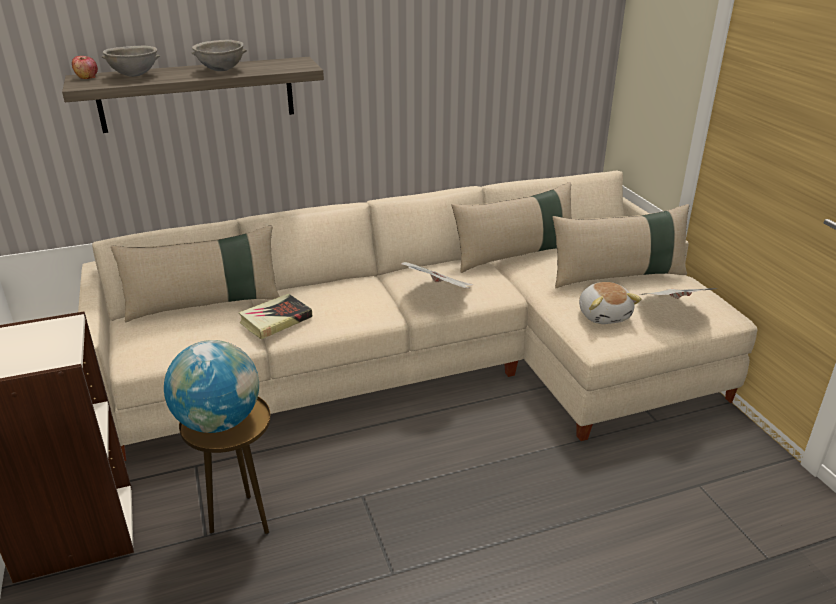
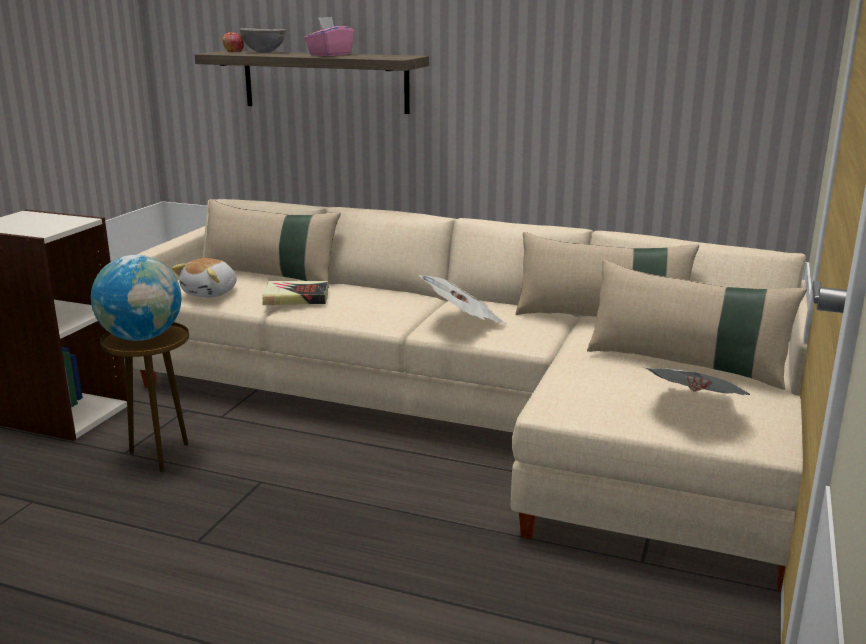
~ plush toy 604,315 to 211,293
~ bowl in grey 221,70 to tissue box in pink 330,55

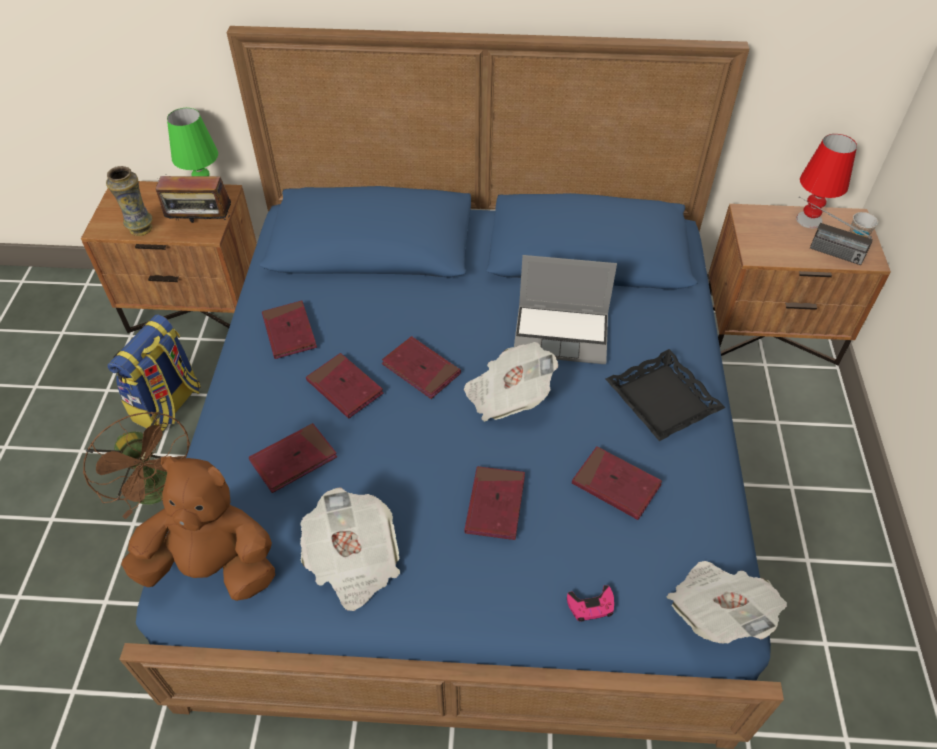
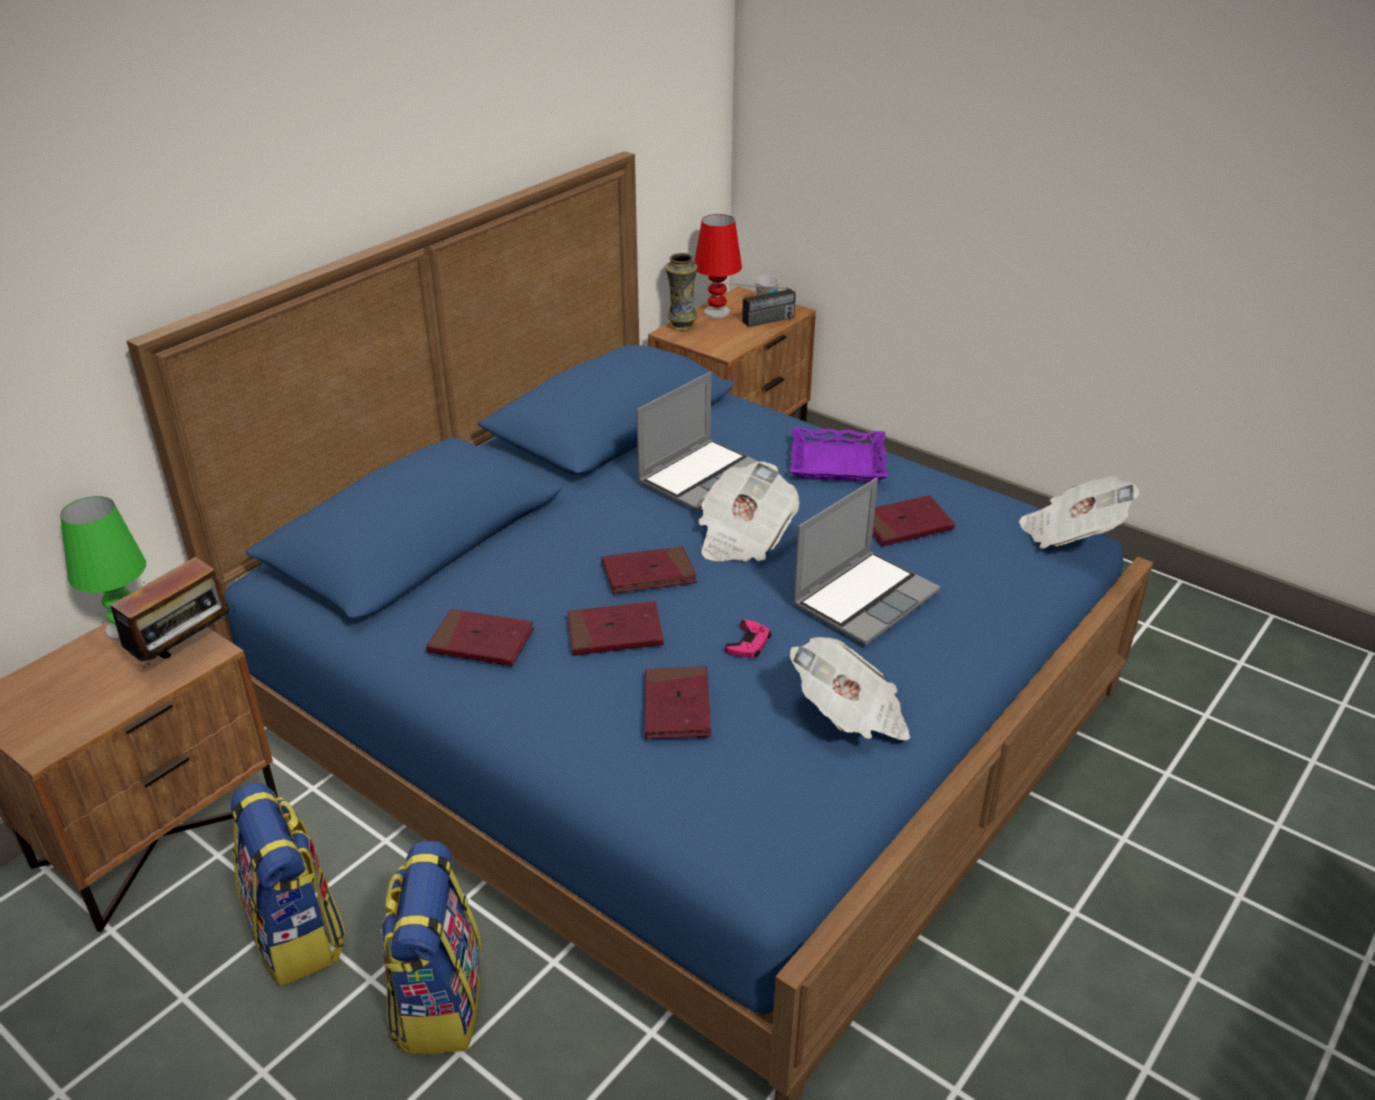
- plush toy in brown 213,566
~ vase 140,228 to 681,326
~ game controller in pink 591,605 to 748,643
~ fan in brown 159,492 to backpack 438,1001
~ book in red 495,505 to laptop 865,598
~ tray in black 661,400 to tray in purple 837,462

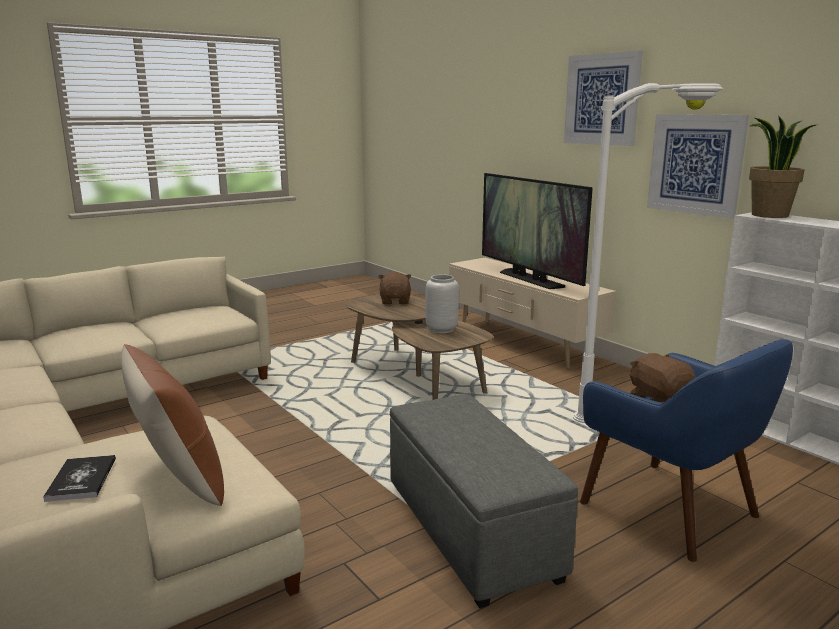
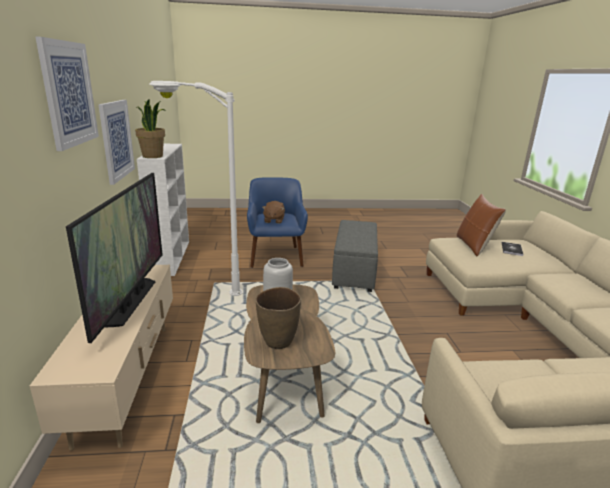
~ plush toy in brown 395,301 to vase in brown 278,342

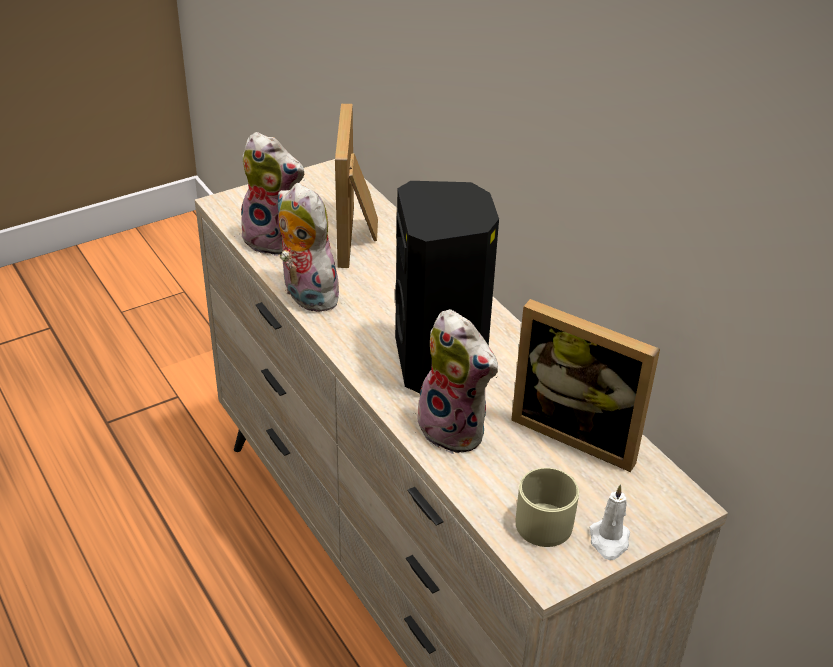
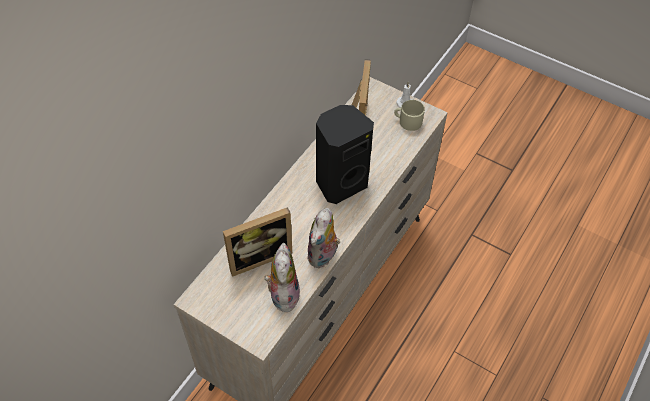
- plush toy 456,429

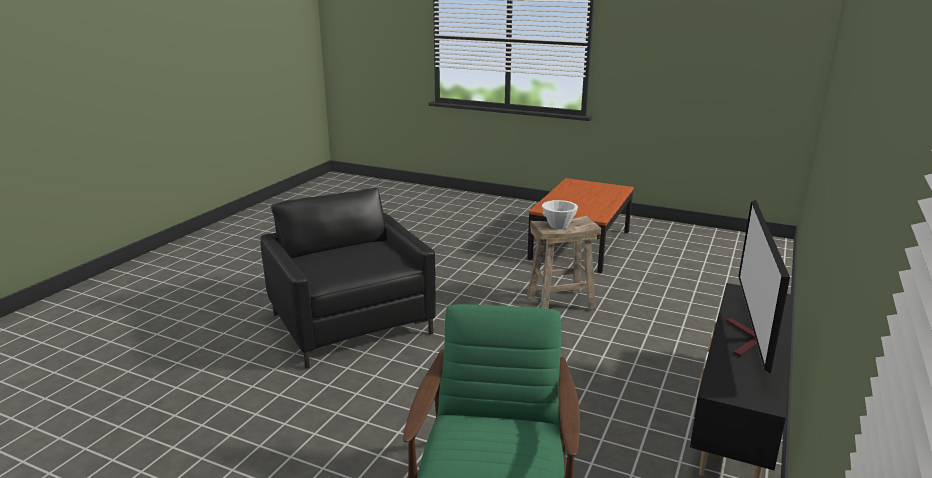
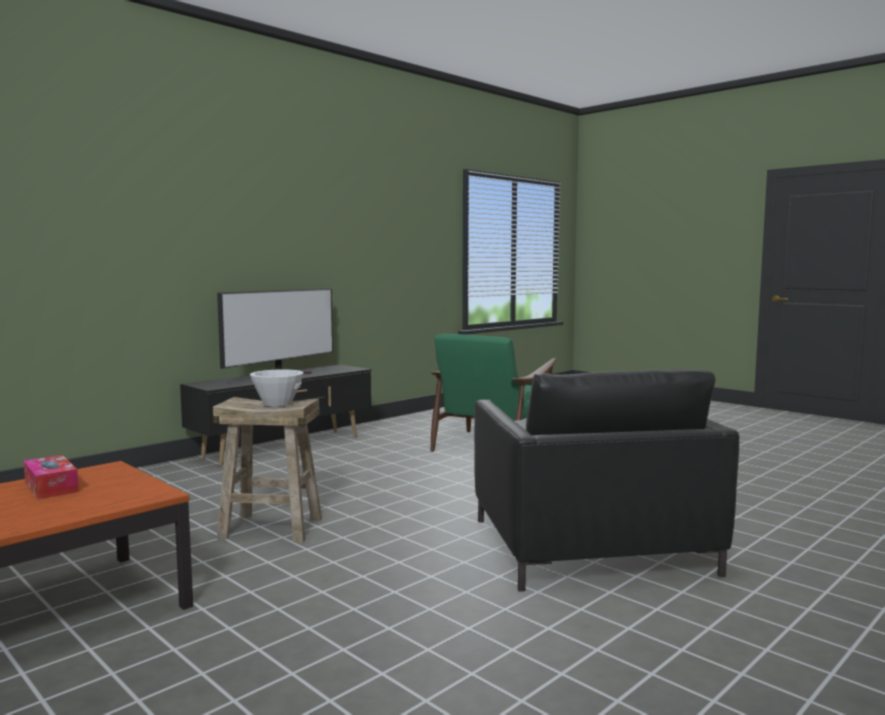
+ tissue box 51,487

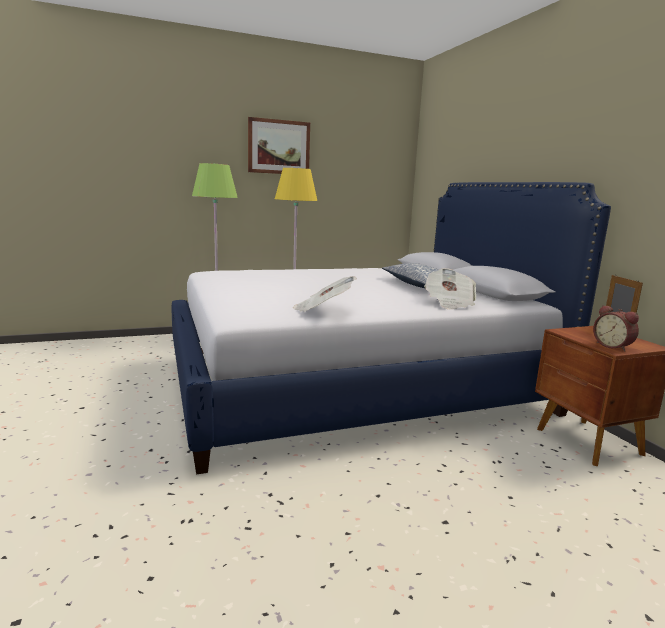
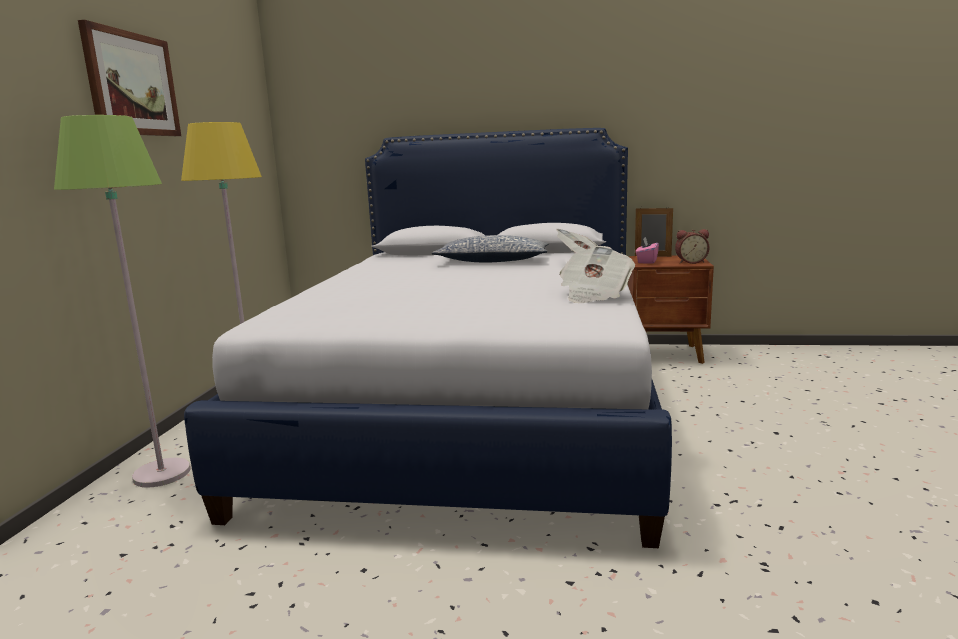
+ tissue box in pink 646,261

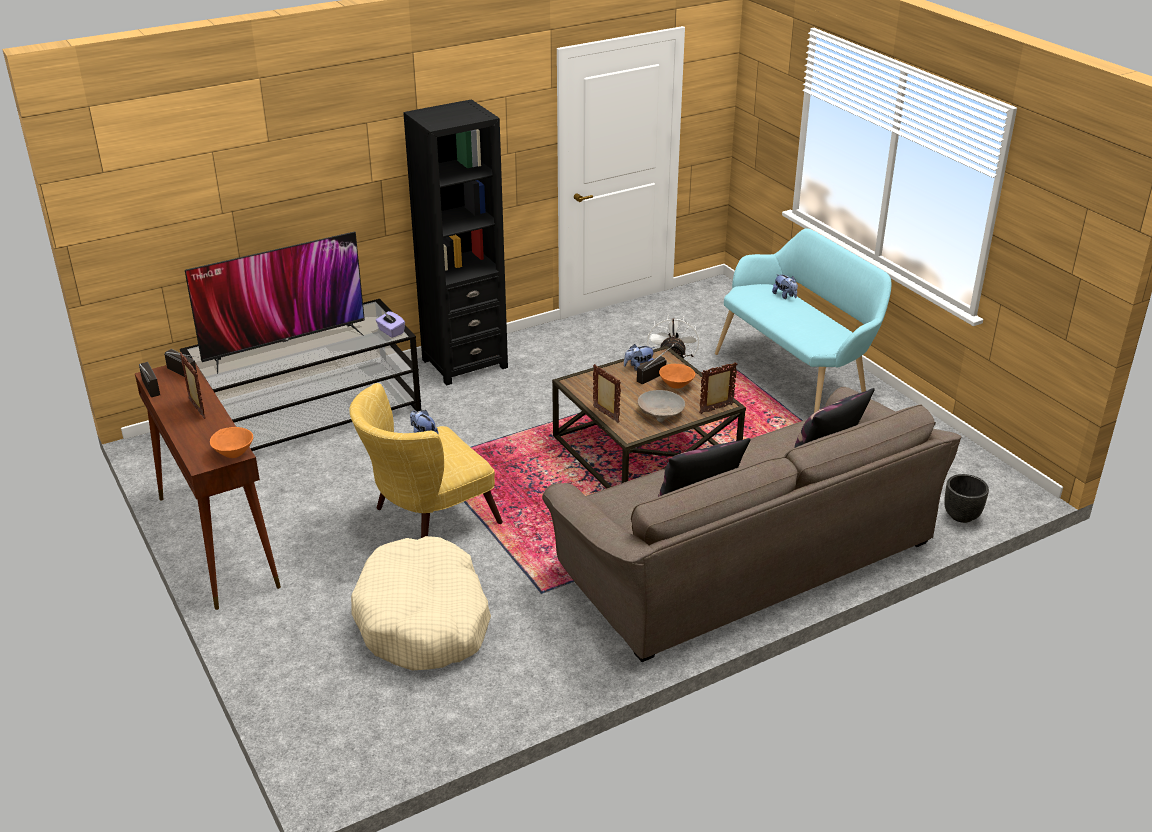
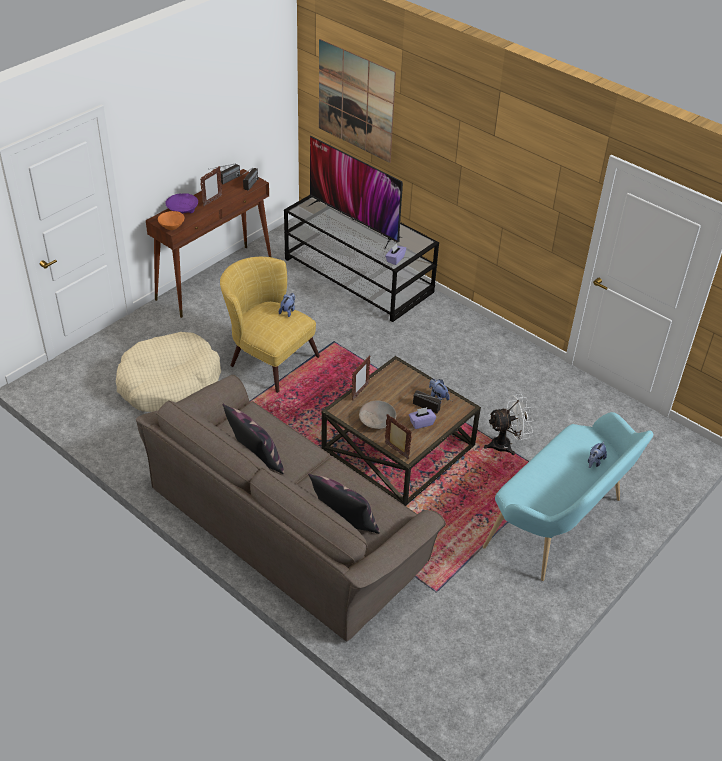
- bookcase in black 464,363
- planter in black 961,516
+ bowl in purple 182,209
+ picture 356,101
~ bowl in orange 676,385 to tissue box in purple 421,423

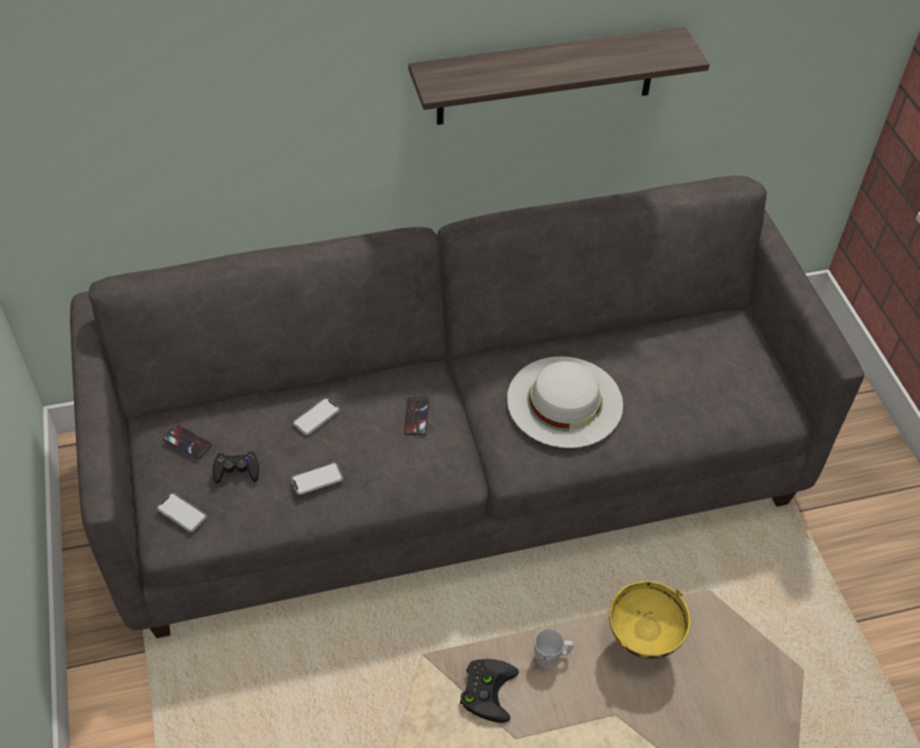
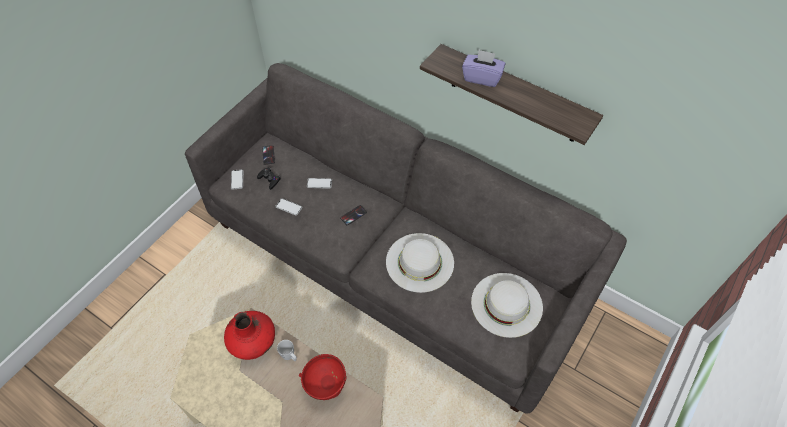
+ tissue box in purple 482,77
+ hat in white 506,304
~ game controller in black 486,689 to vase in red 253,342
~ bowl in yellow 640,646 to bowl in red 325,388

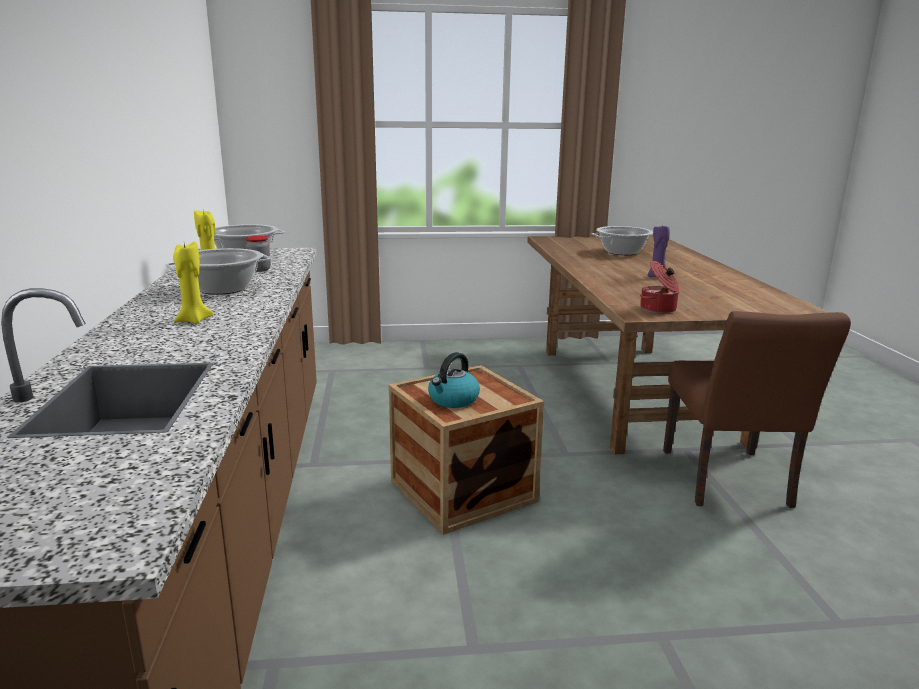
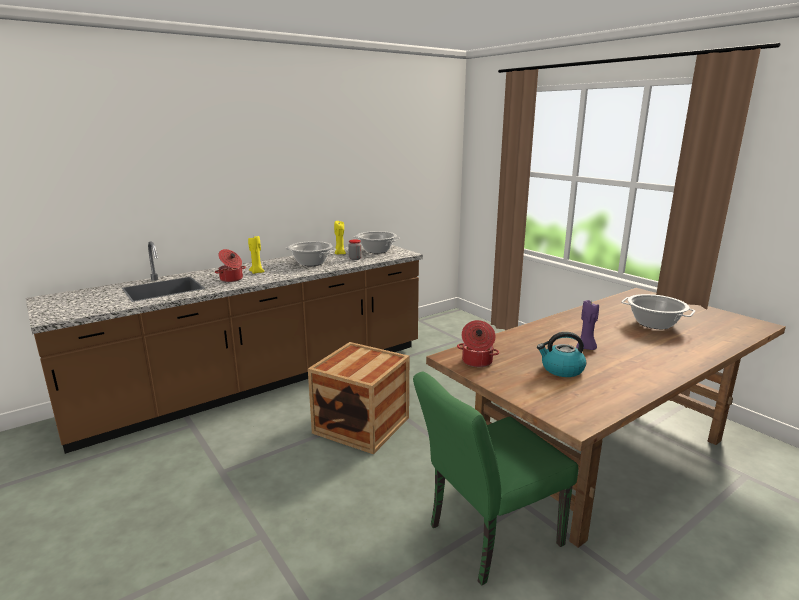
+ cooking pot 231,279
~ kettle 453,400 to 561,369
~ chair in brown 728,483 to chair in green 486,538

